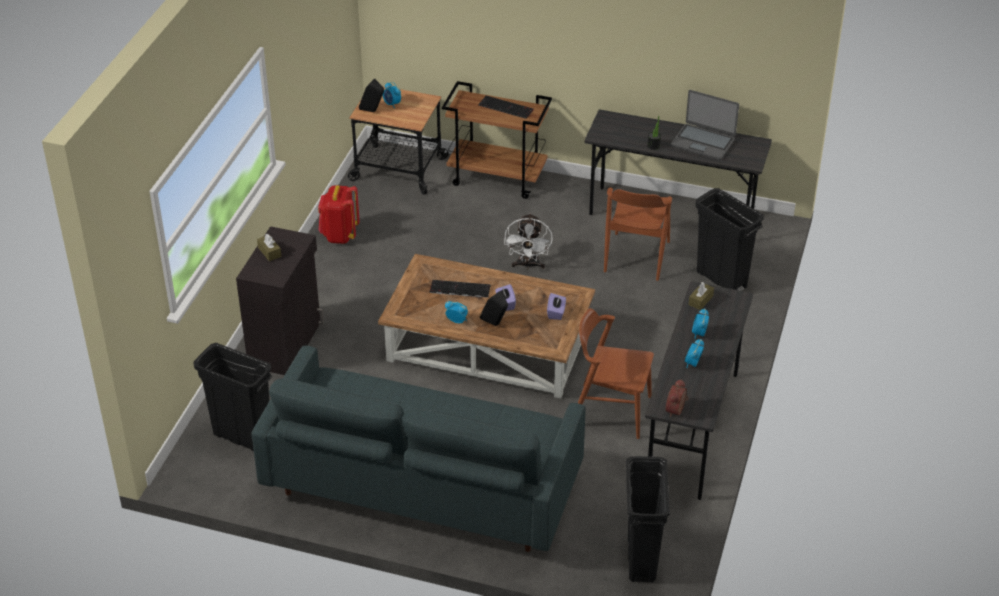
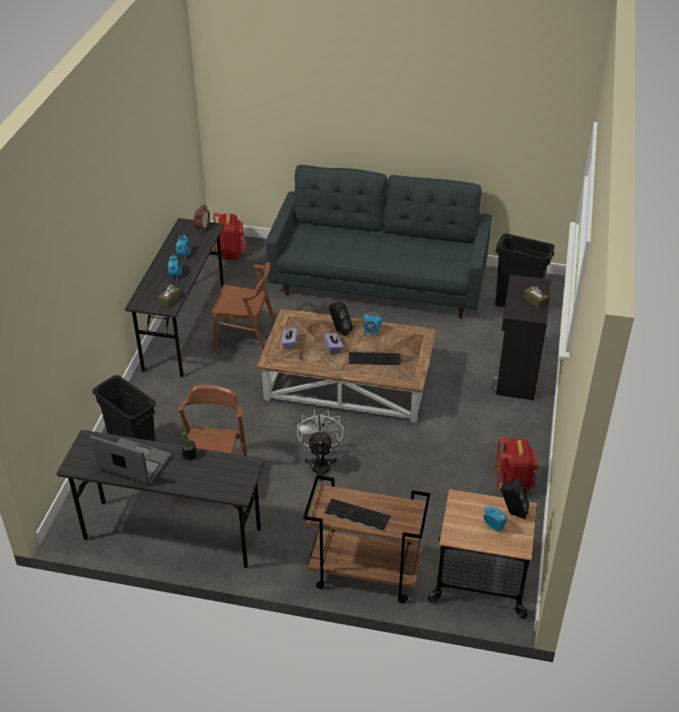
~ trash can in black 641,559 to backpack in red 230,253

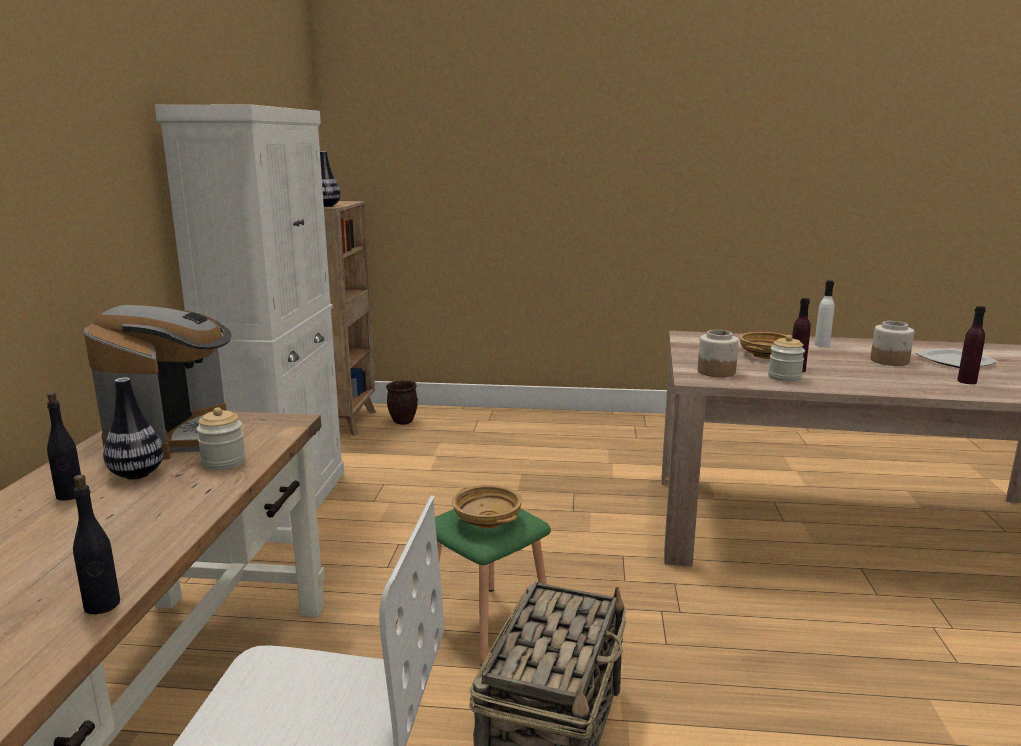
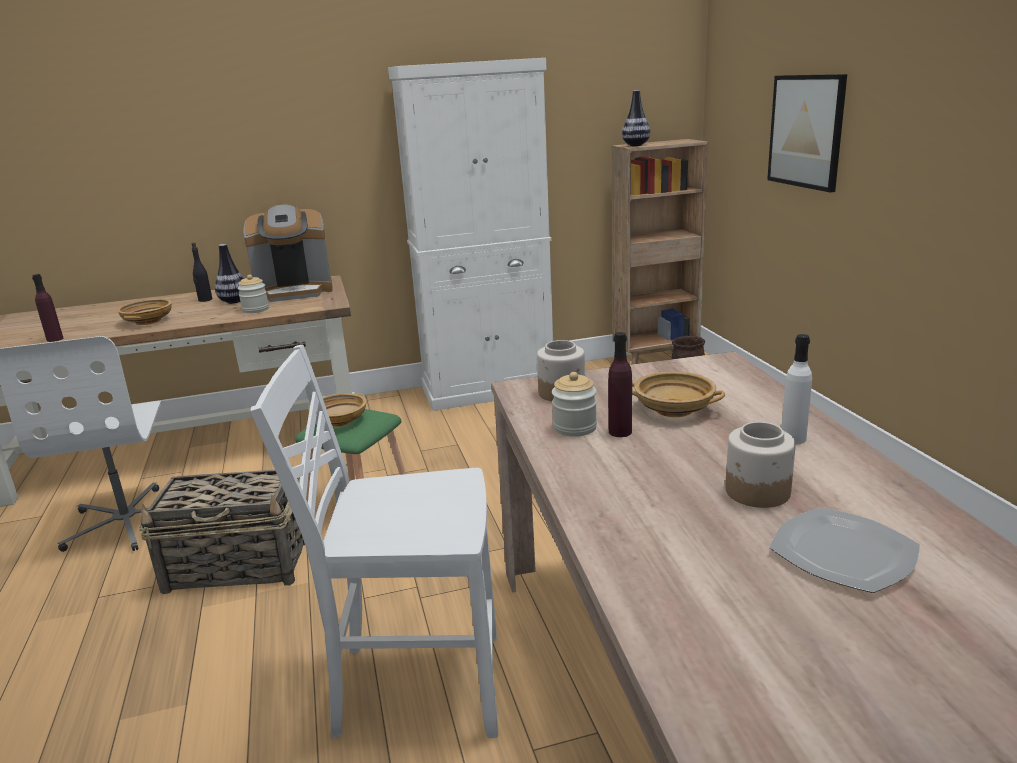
- bottle in black 102,605
+ bowl in beige 148,321
+ chair in white 415,685
+ picture 806,131
~ bottle in purple 967,381 to 55,339

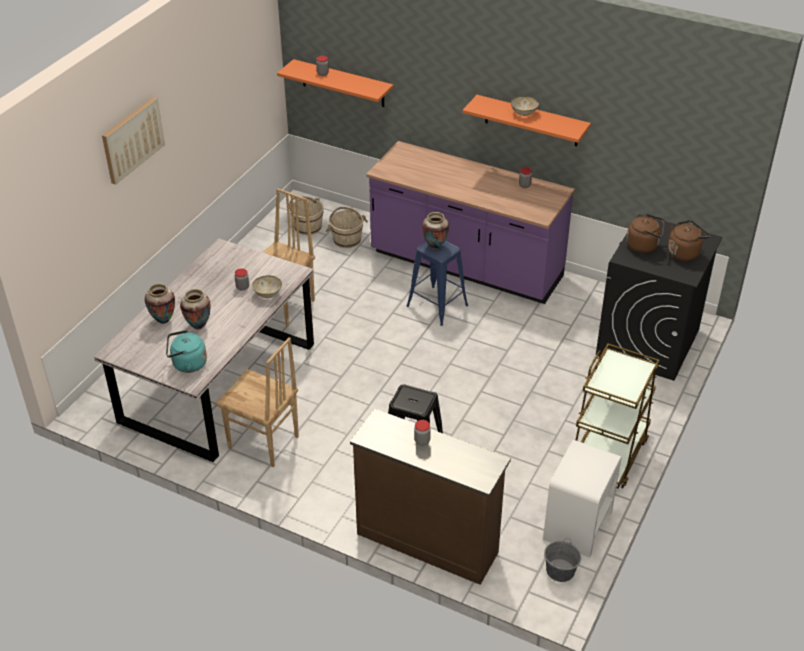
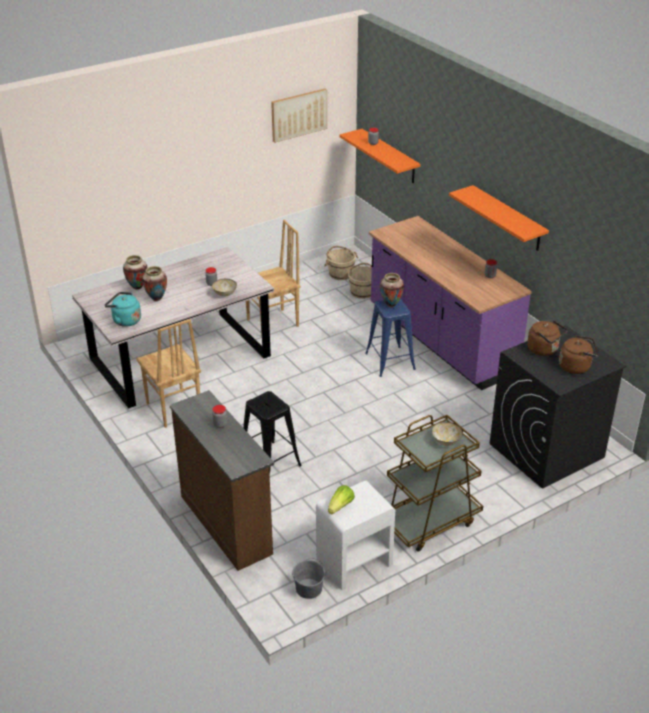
+ lettuce 340,506
~ picture 132,139 to 298,114
~ bowl 524,113 to 446,441

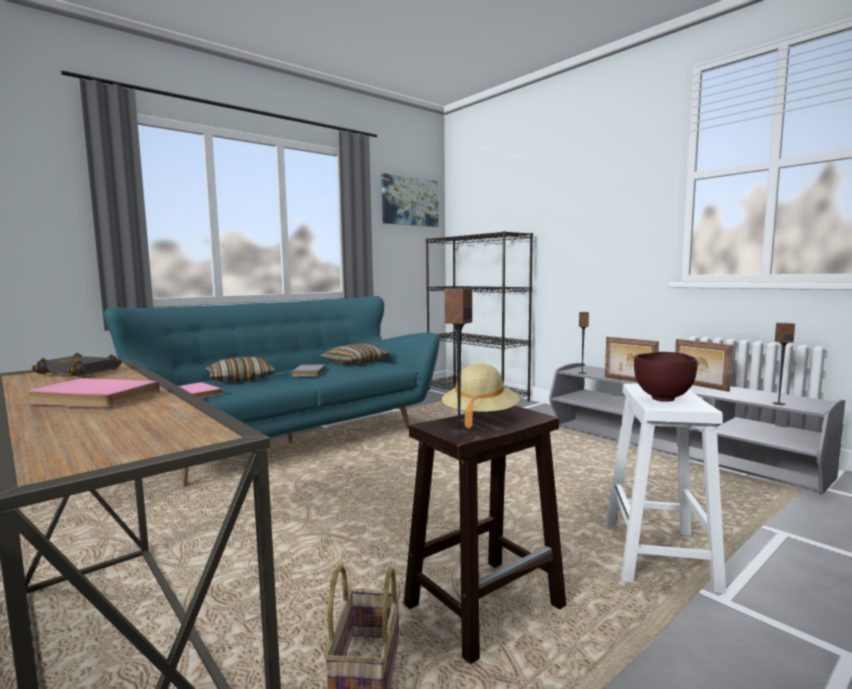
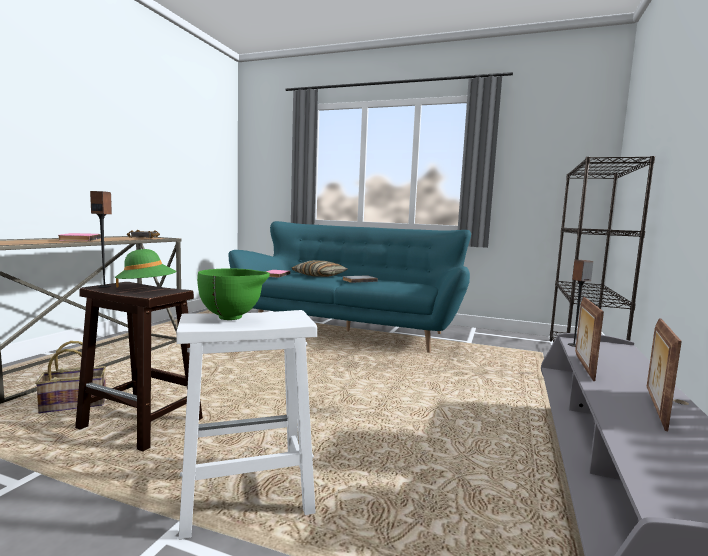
- pillow 355,363
- picture 410,201
- speaker 778,403
~ hat in beige 480,417 to hat in green 147,288
~ bowl in brown 664,398 to bowl in green 234,318

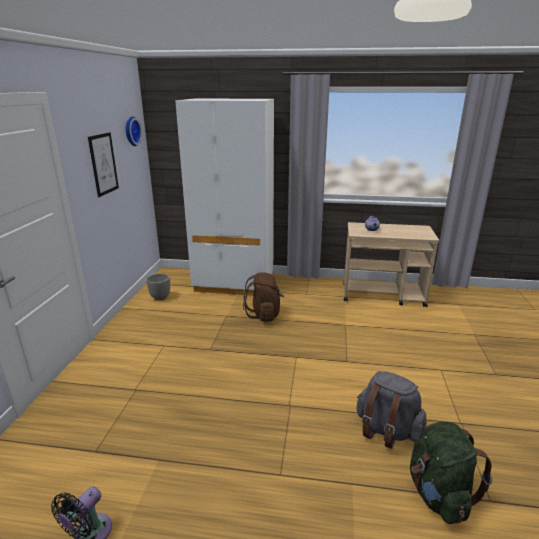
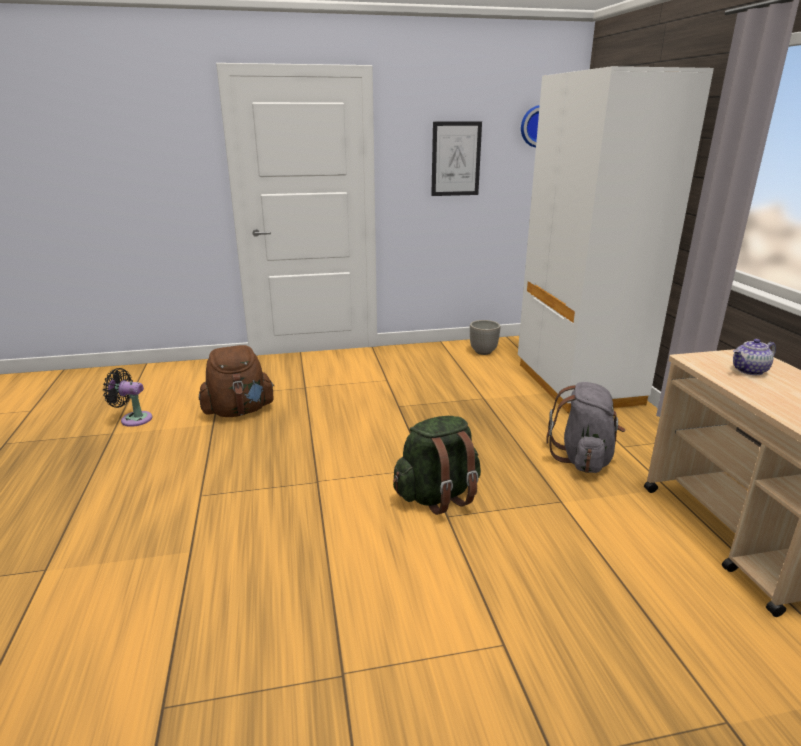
~ backpack in brown 264,315 to 239,411
~ backpack in grey 386,430 to 583,458
~ backpack in green 438,494 to 437,495

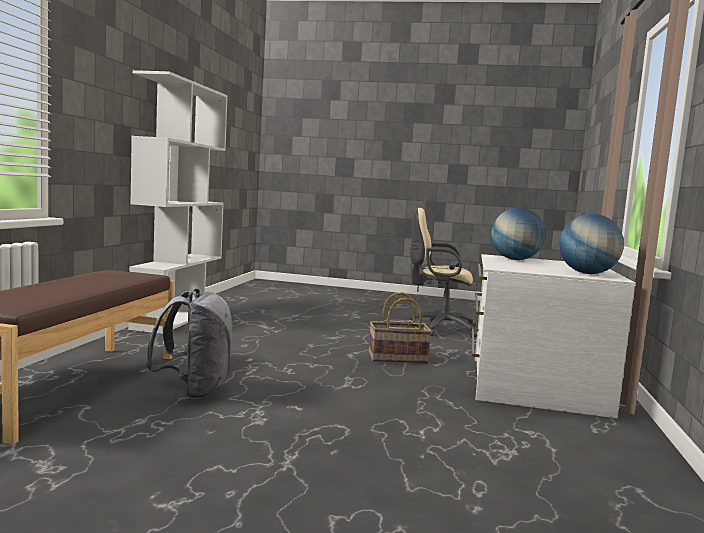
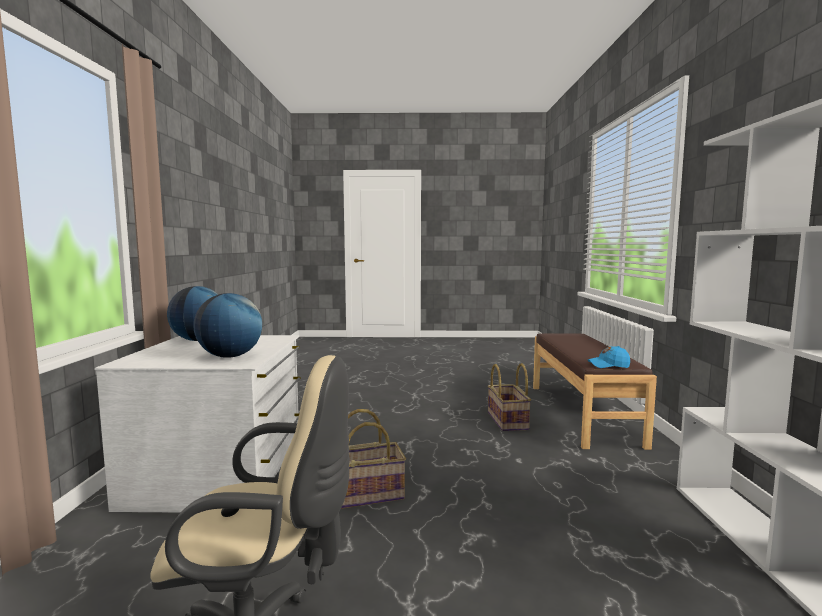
+ cap in blue 608,365
~ backpack in grey 194,391 to basket 508,421

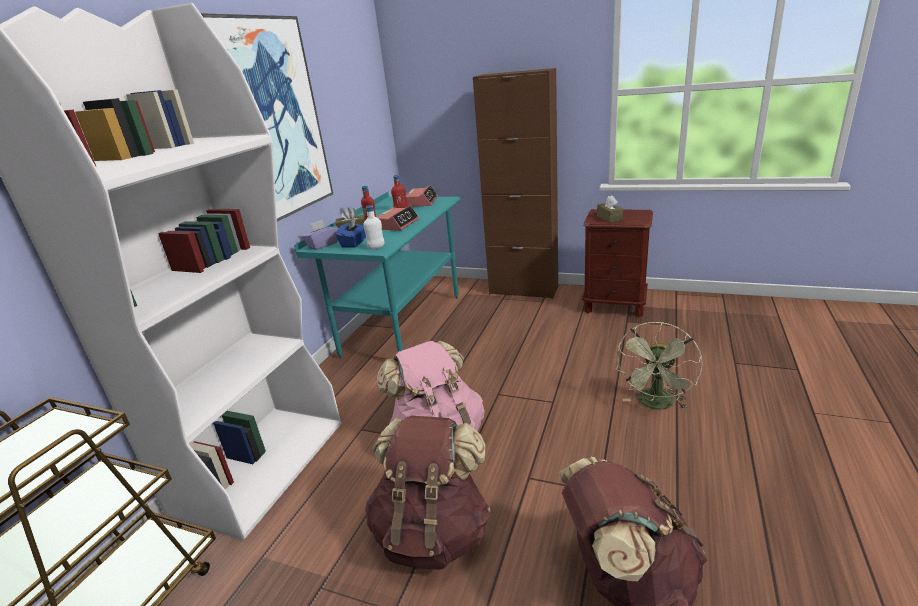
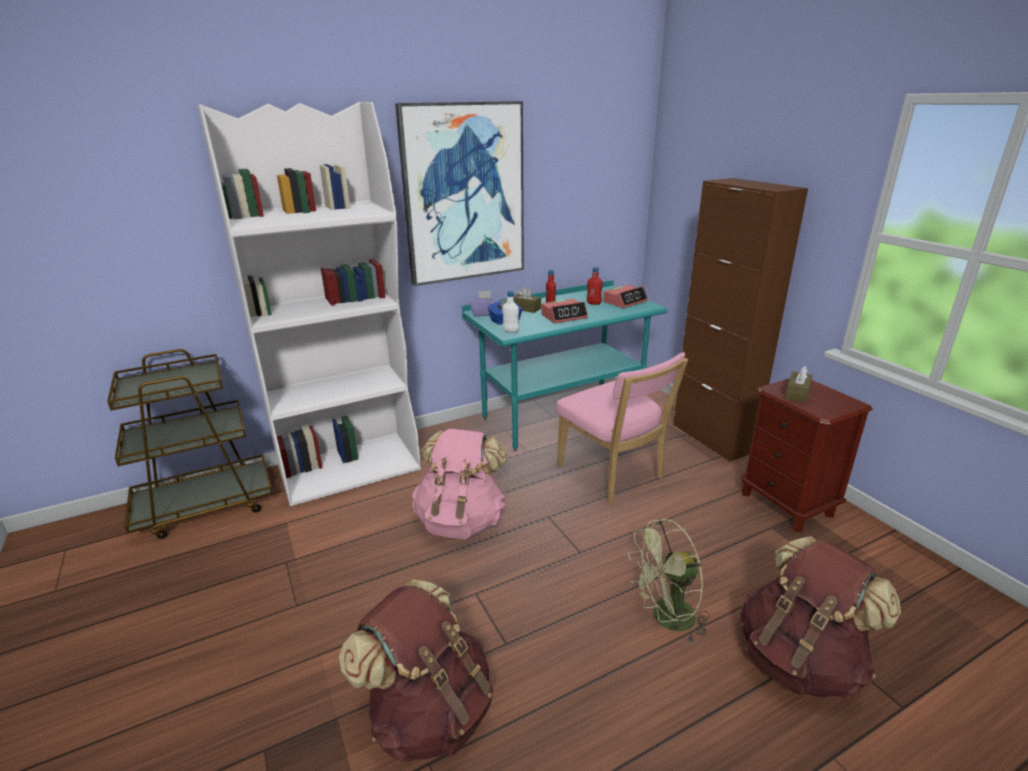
+ chair in pink 613,475
~ backpack in brown 433,532 to 799,660

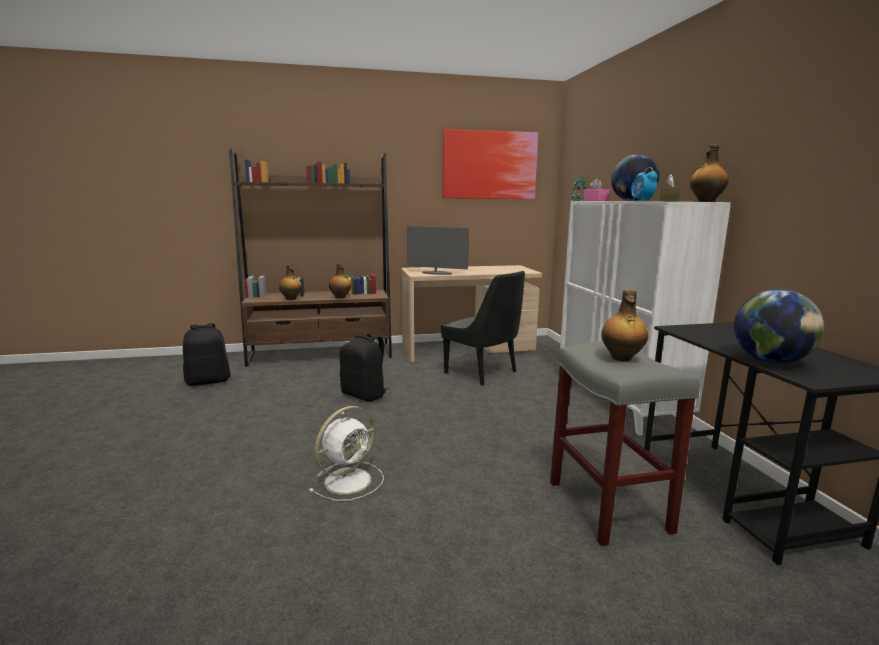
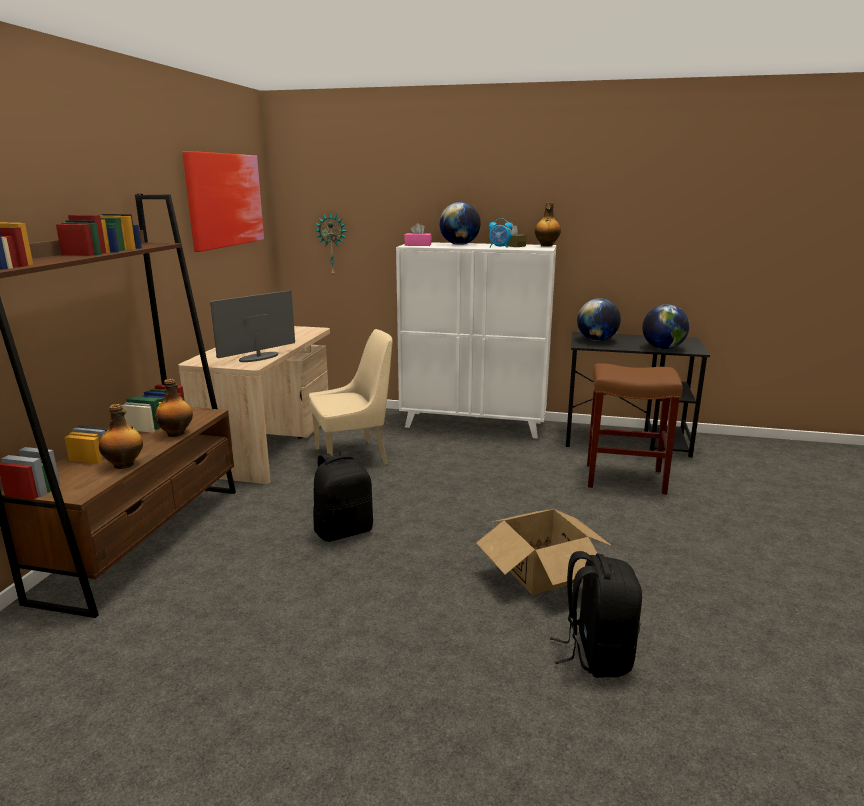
- bottle 621,358
+ globe 596,340
~ backpack in black 208,381 to 596,654
~ fan in white 349,480 to cardboard box 541,570
~ chair in black 482,373 to chair in beige 354,456
~ stool in grey 606,505 to stool in brown 623,478

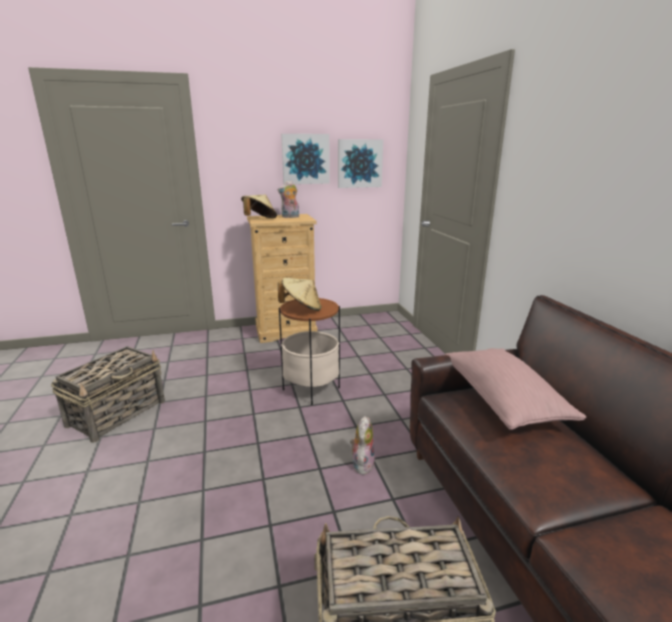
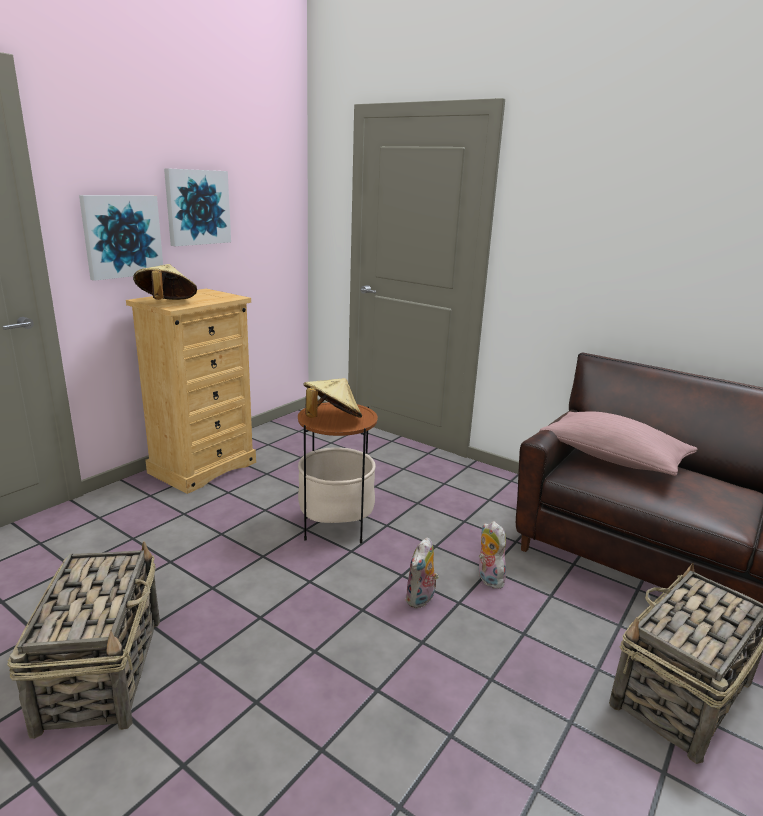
~ plush toy 290,217 to 421,600
~ picture 359,163 to 122,236

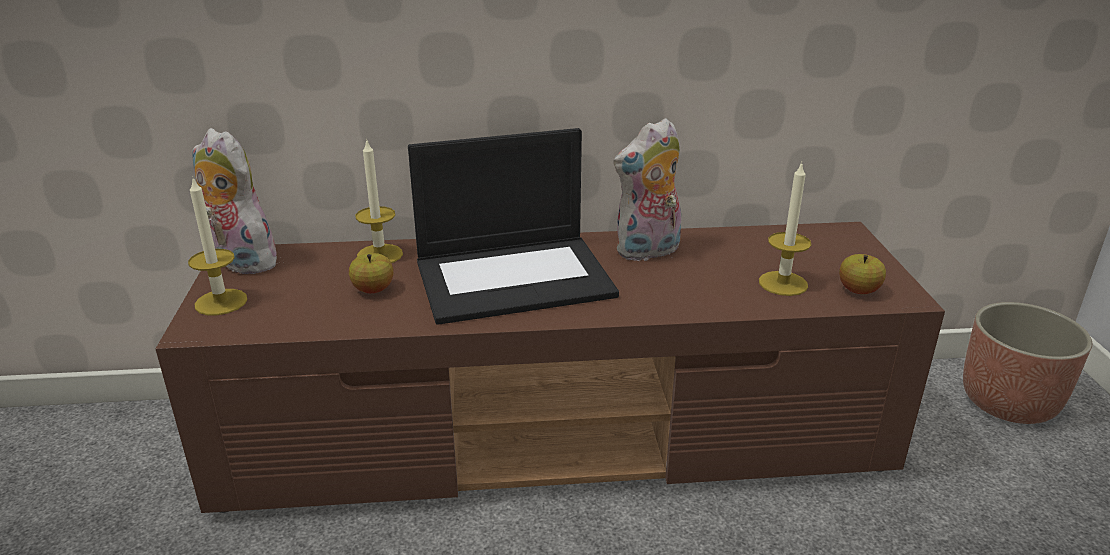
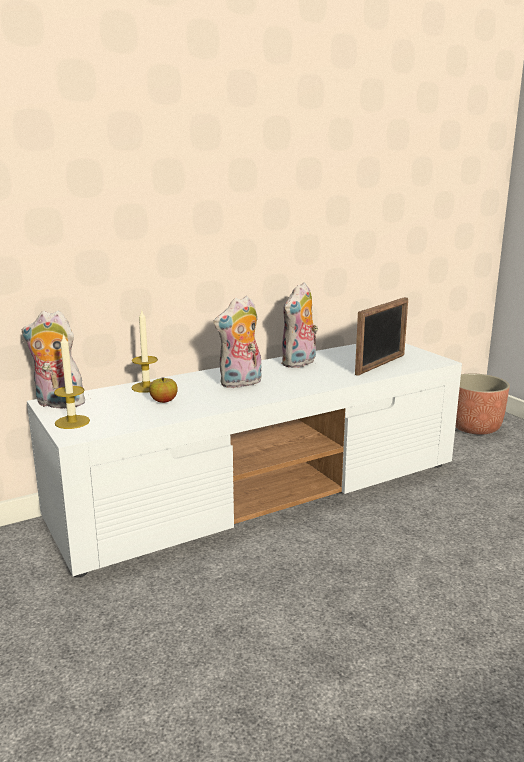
- apple 858,290
~ laptop 515,277 to plush toy 241,383
~ candle 783,283 to picture frame 380,364
~ tv stand in brown 559,437 to tv stand in white 263,491

